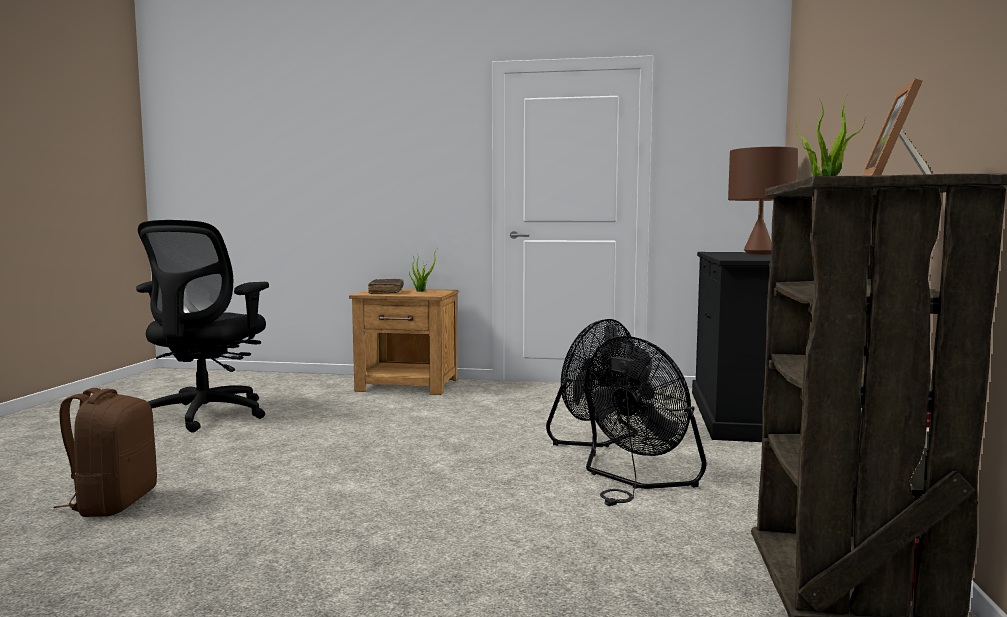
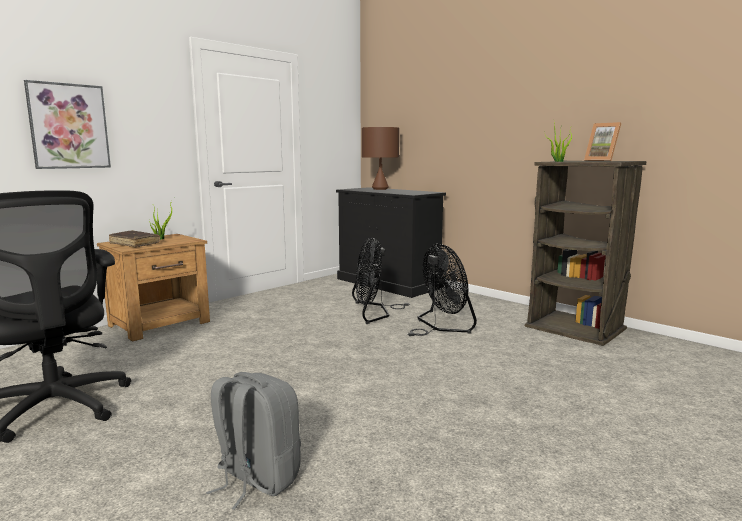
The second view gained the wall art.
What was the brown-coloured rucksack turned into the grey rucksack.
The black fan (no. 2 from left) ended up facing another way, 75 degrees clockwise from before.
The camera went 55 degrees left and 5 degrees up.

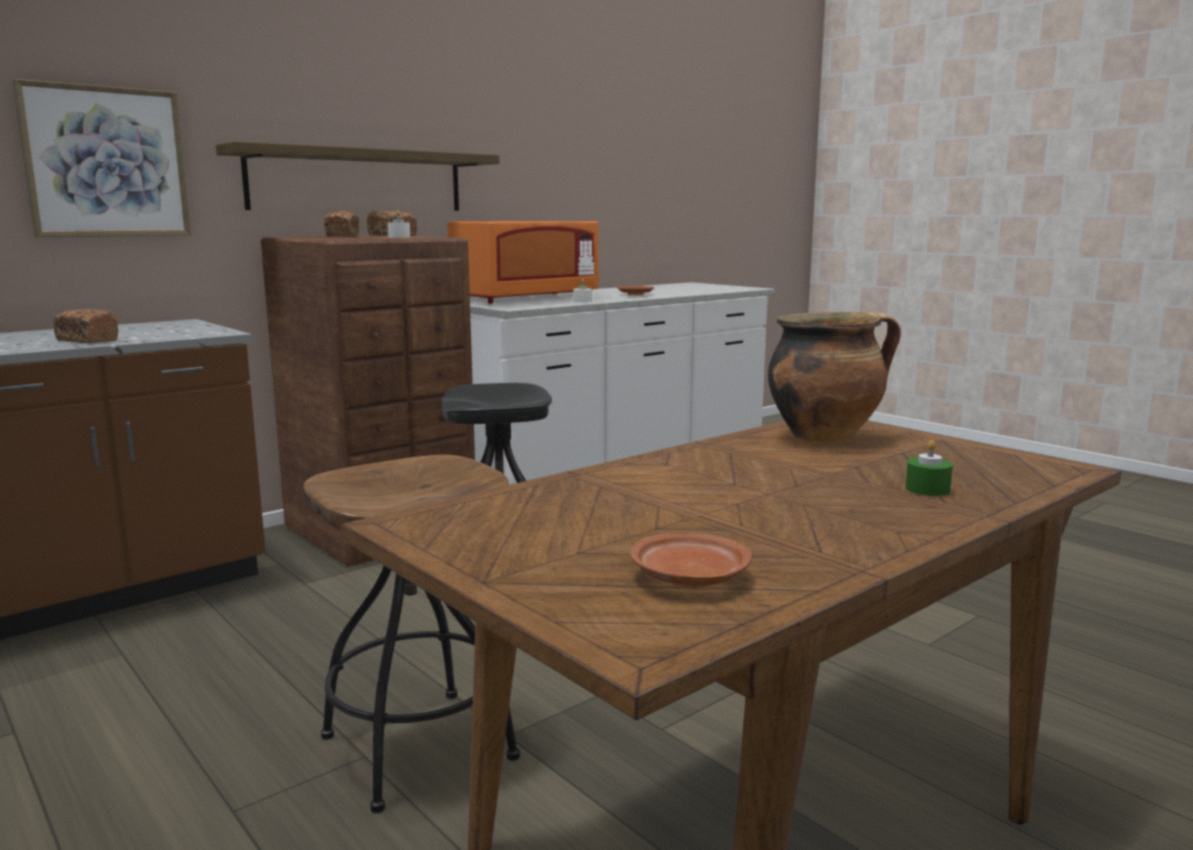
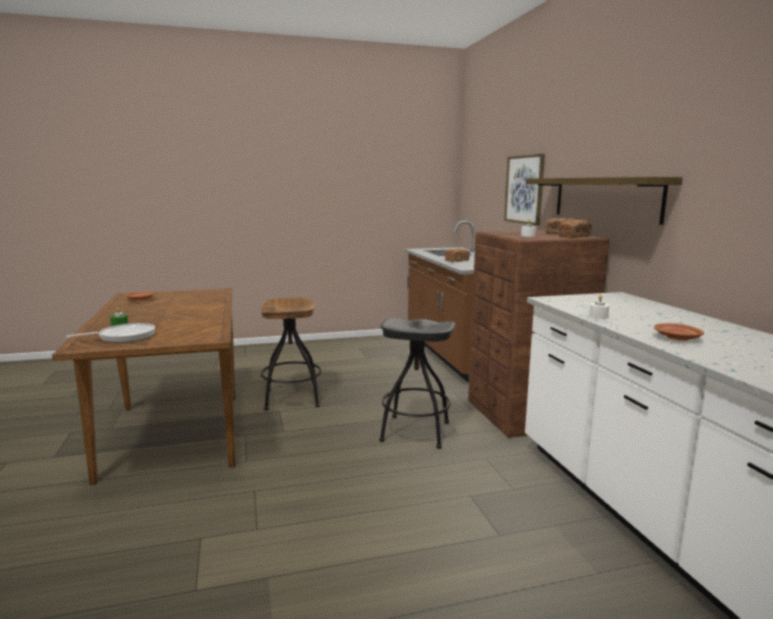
The second view gained the pan.
The second view lost the orange-coloured kitchen microwave.
The second view lost the stockpot.
The camera went 115 degrees right and 0 degrees up.

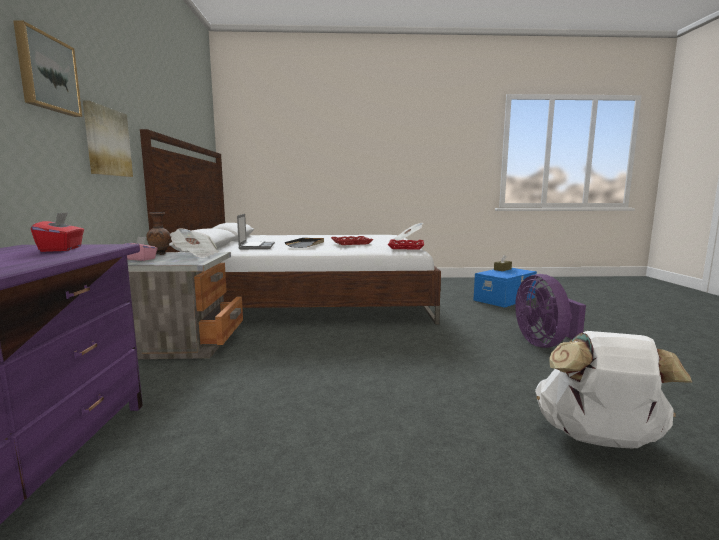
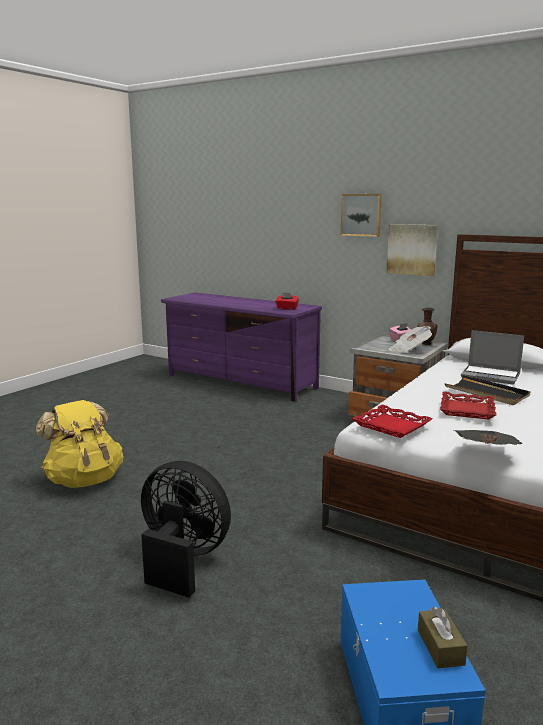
What was the white-coloured rucksack turned into the yellowish rucksack.
What was the purple-coloured fan turned into the black fan.
The camera went 125 degrees right and 5 degrees up.

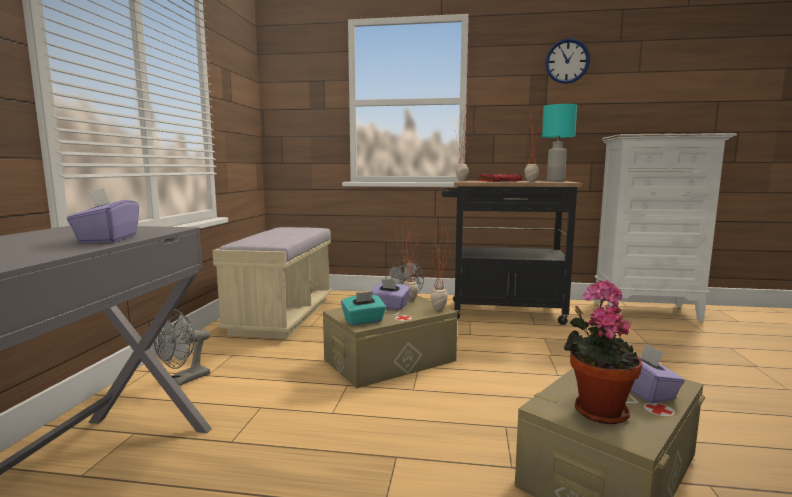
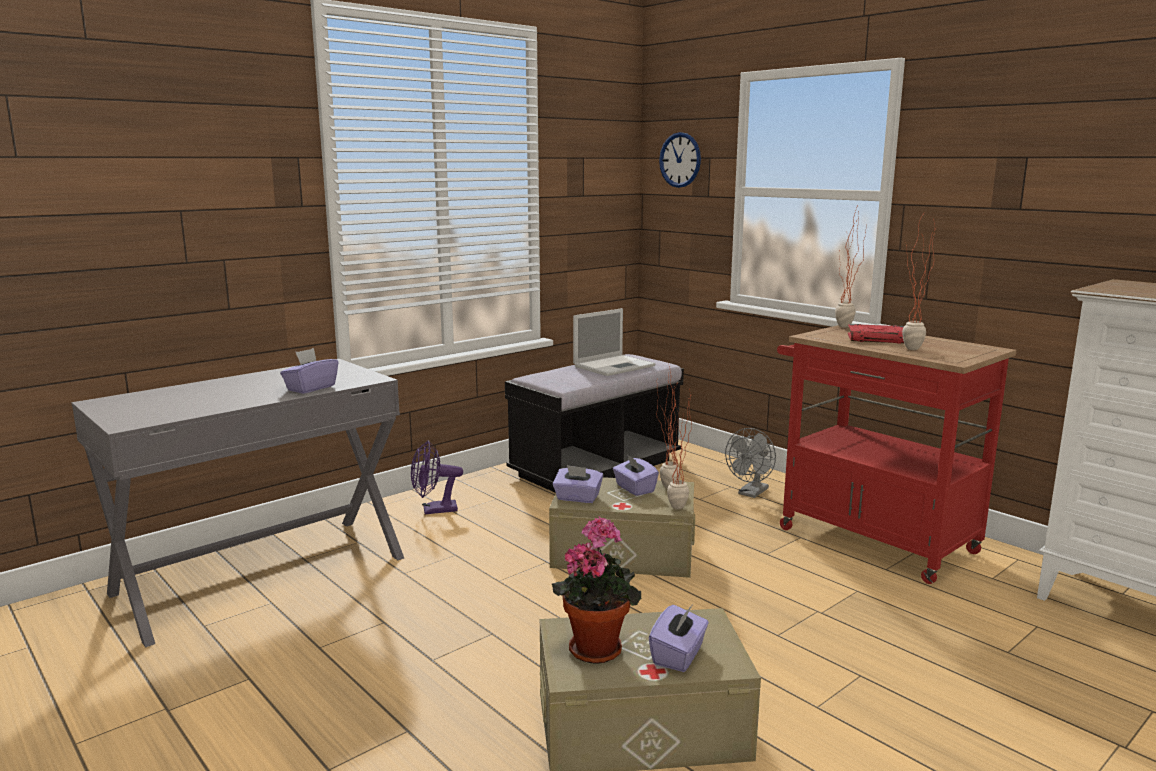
What was the grey fan (no. 1 from left) turned into the purple-coloured fan.
What was the beige-coloured long seat turned into the black long seat.
What was the turquoise-coloured box of tissues turned into the purple-coloured box of tissues (no. 2 from left).
The second view gained the notebook computer.
The wall clock ended up elsewhere.
What was the black wheeled cart turned into the red-coloured wheeled cart.
The second view lost the turquoise-coloured tabletop lamp.
The camera went 40 degrees right and 5 degrees up.

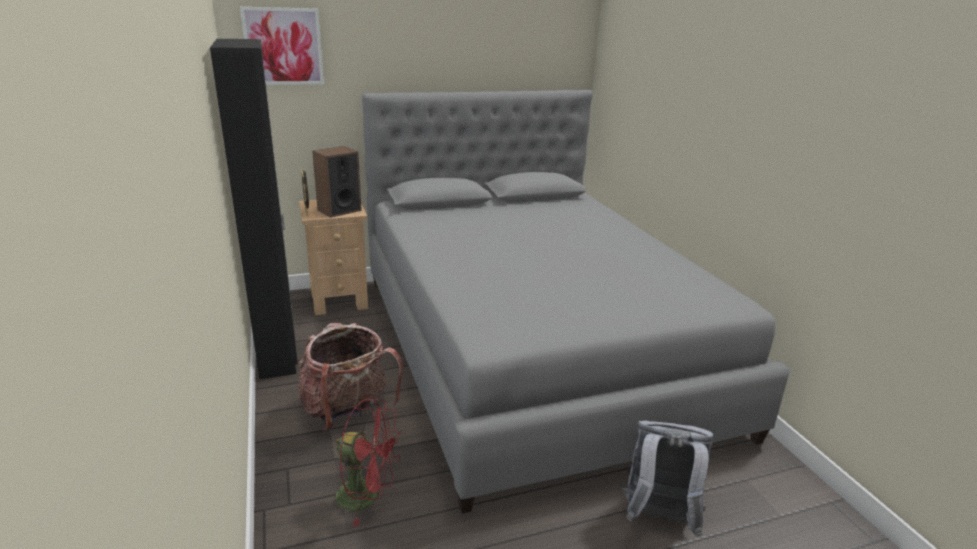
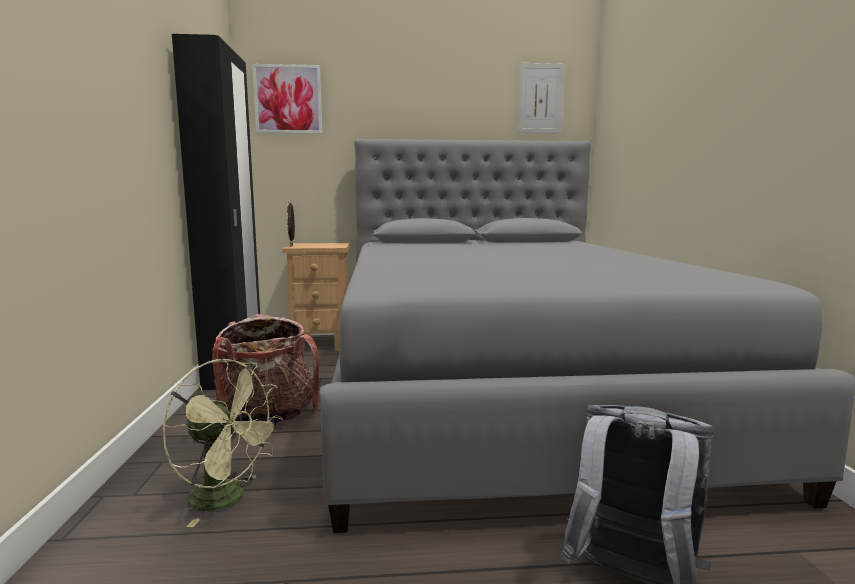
What was the red-coloured fan turned into the green fan.
The second view gained the wall art (no. 2 from left).
The second view lost the audio speaker.
The camera went 15 degrees right and 15 degrees down.

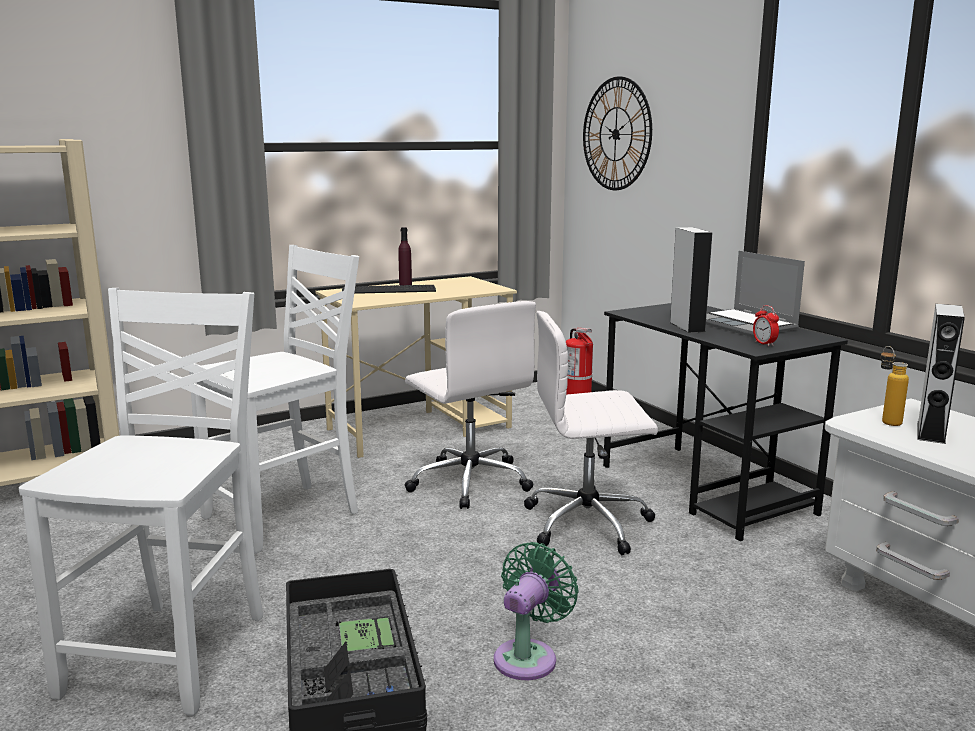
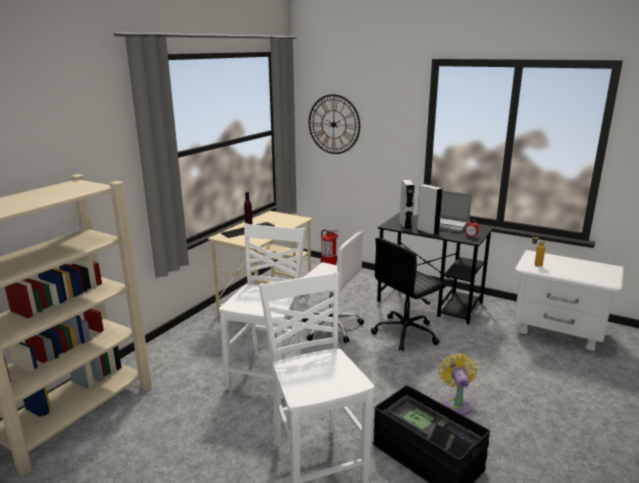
What was the white-coloured desk chair (no. 2 from left) turned into the black desk chair.
The grey audio speaker (no. 2 from left in the first image) ended up elsewhere.
What was the green fan turned into the yellowish fan.
The camera went 30 degrees left and 5 degrees up.

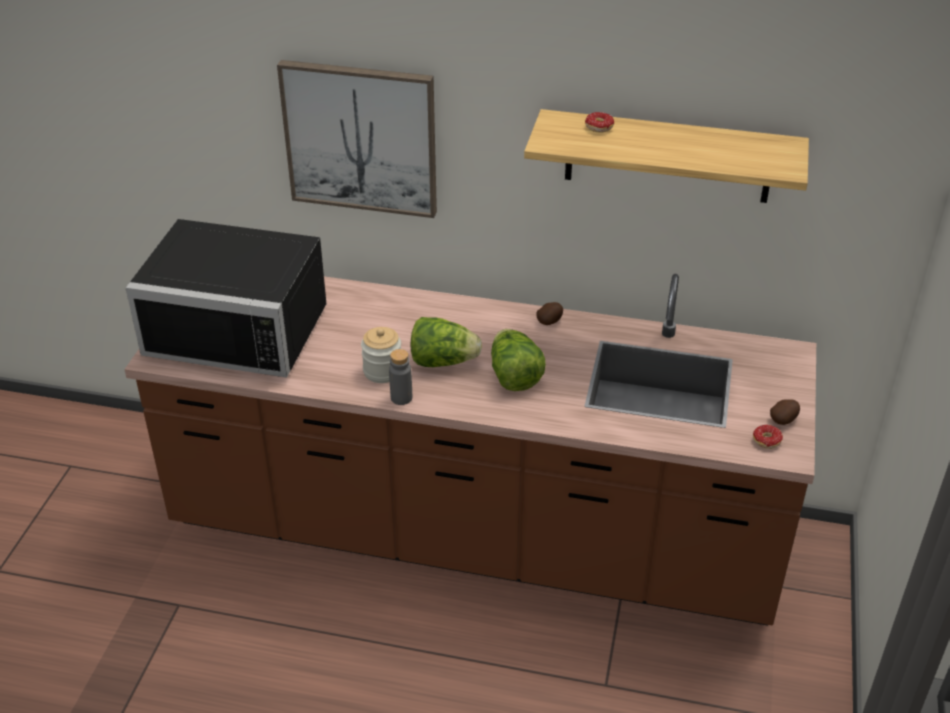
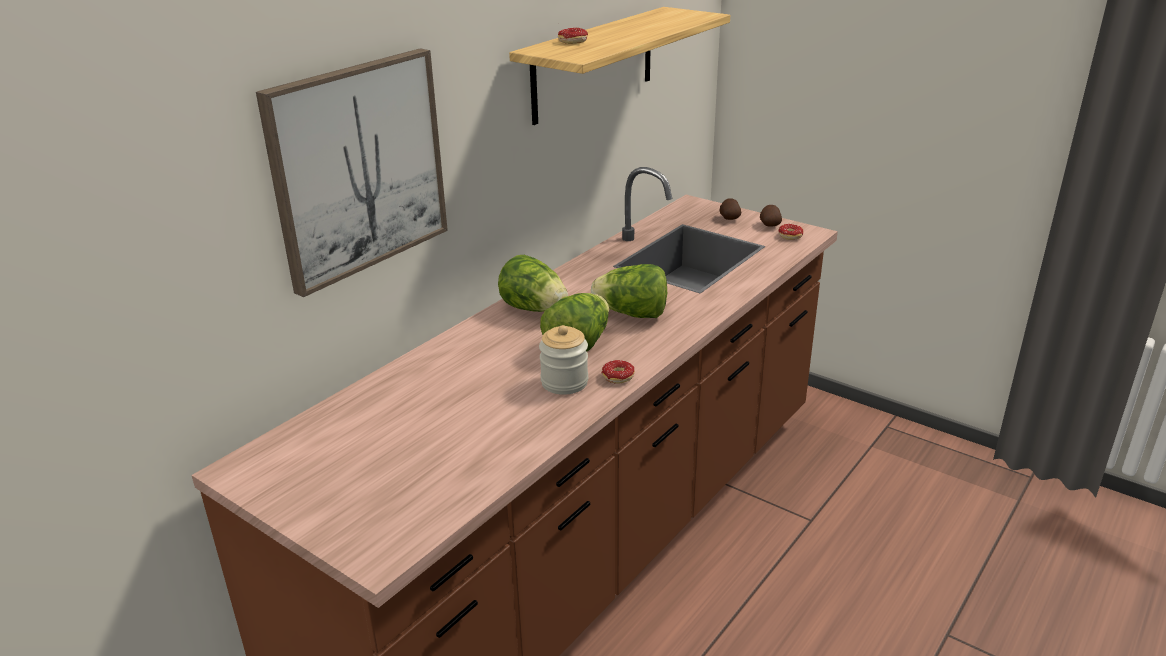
The second view gained the head of lettuce (no. 1 from left).
Where the grey drink bottle stood, the donut (no. 2 from left) came to stand.
The spud (no. 1 from left) ended up elsewhere.
The second view lost the black kitchen microwave.
The camera went 65 degrees left and 10 degrees down.

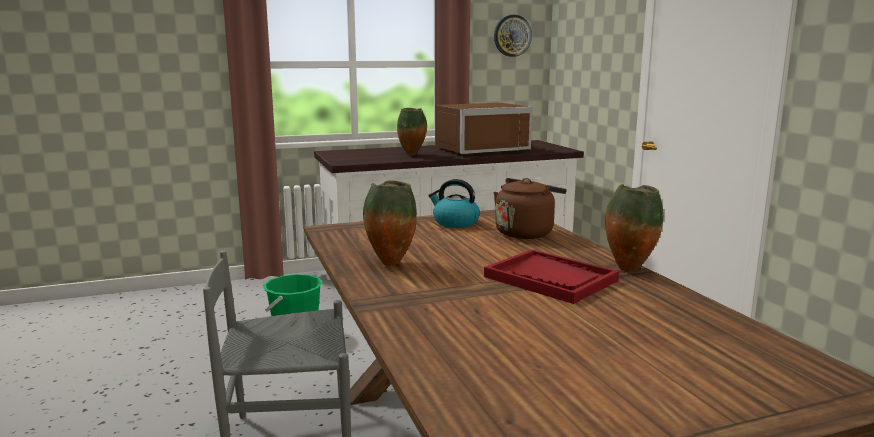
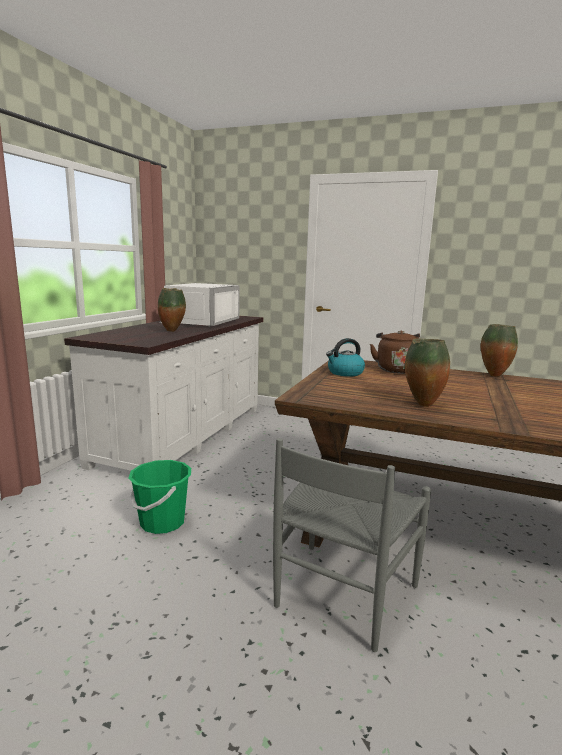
What was the brown-coloured kitchen microwave turned into the white-coloured kitchen microwave.
The second view lost the red-coloured carrying tray.
The second view lost the wall clock.
The camera went 50 degrees left and 0 degrees up.

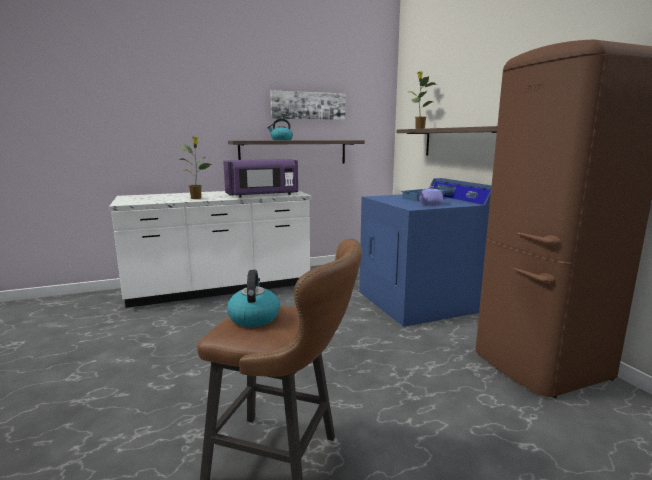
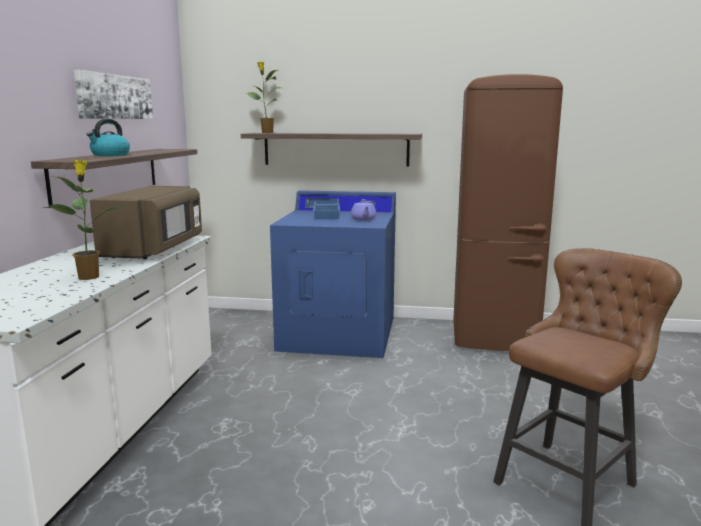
What was the purple-coloured kitchen microwave turned into the brown-coloured kitchen microwave.
The second view lost the tea kettle (no. 1 from left).
The camera went 60 degrees left and 0 degrees up.

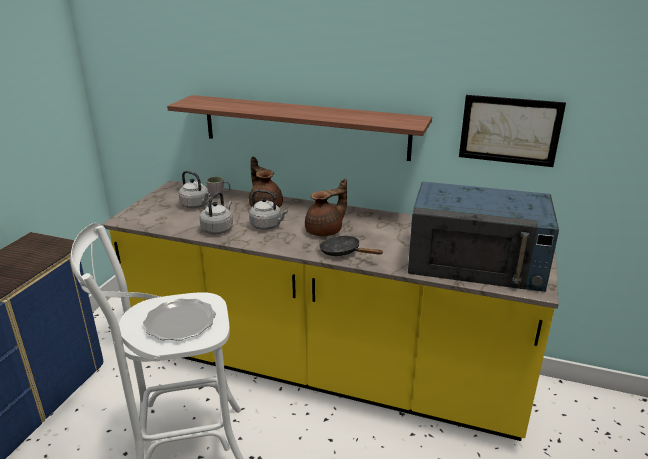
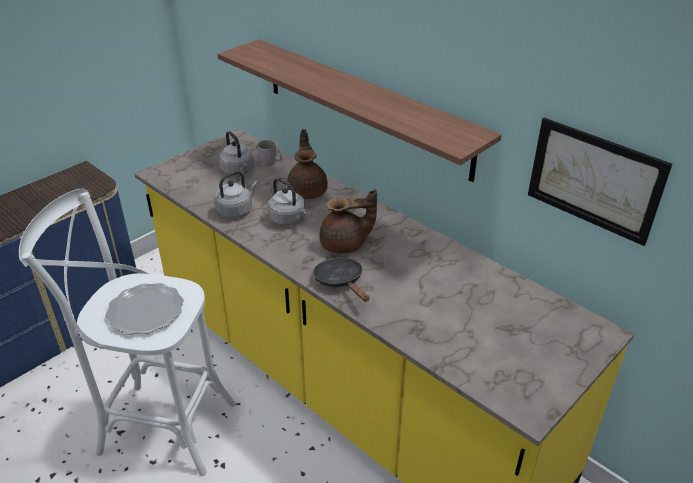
The second view lost the blue-coloured kitchen microwave.
The camera went 25 degrees right and 10 degrees up.

